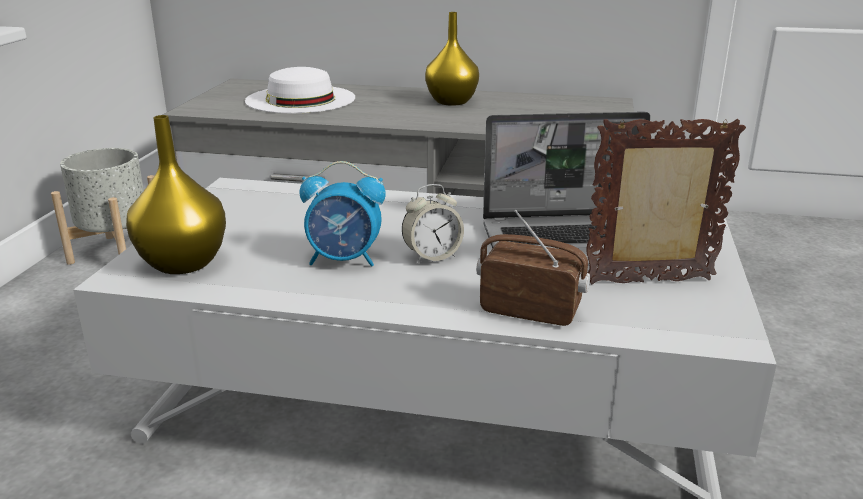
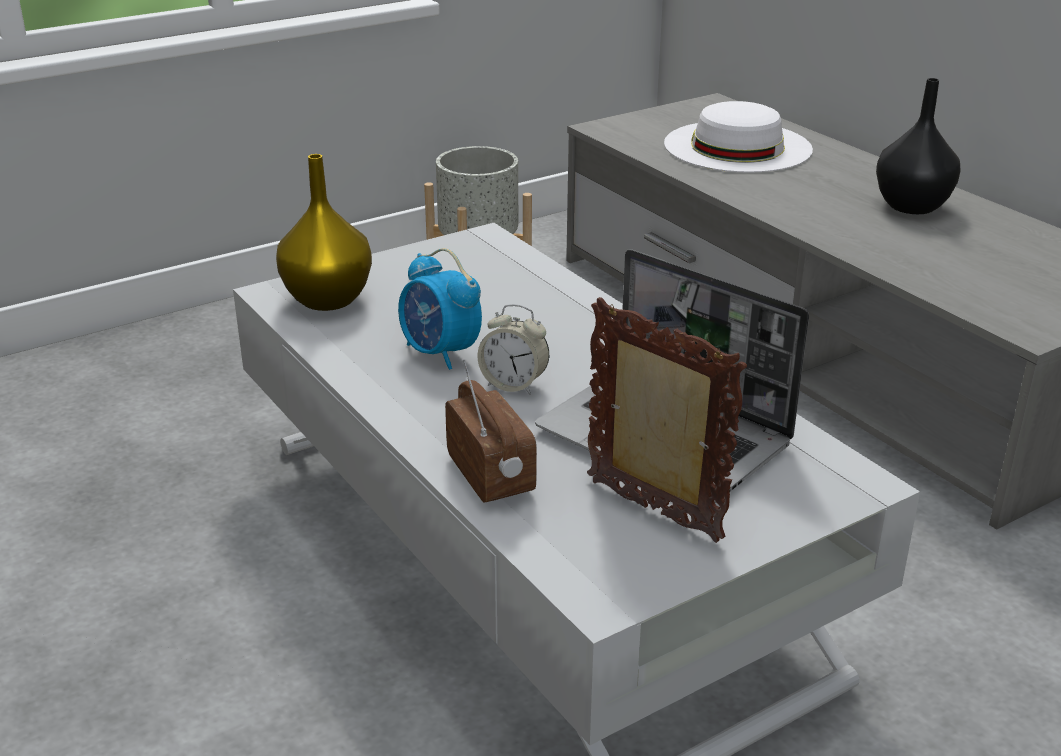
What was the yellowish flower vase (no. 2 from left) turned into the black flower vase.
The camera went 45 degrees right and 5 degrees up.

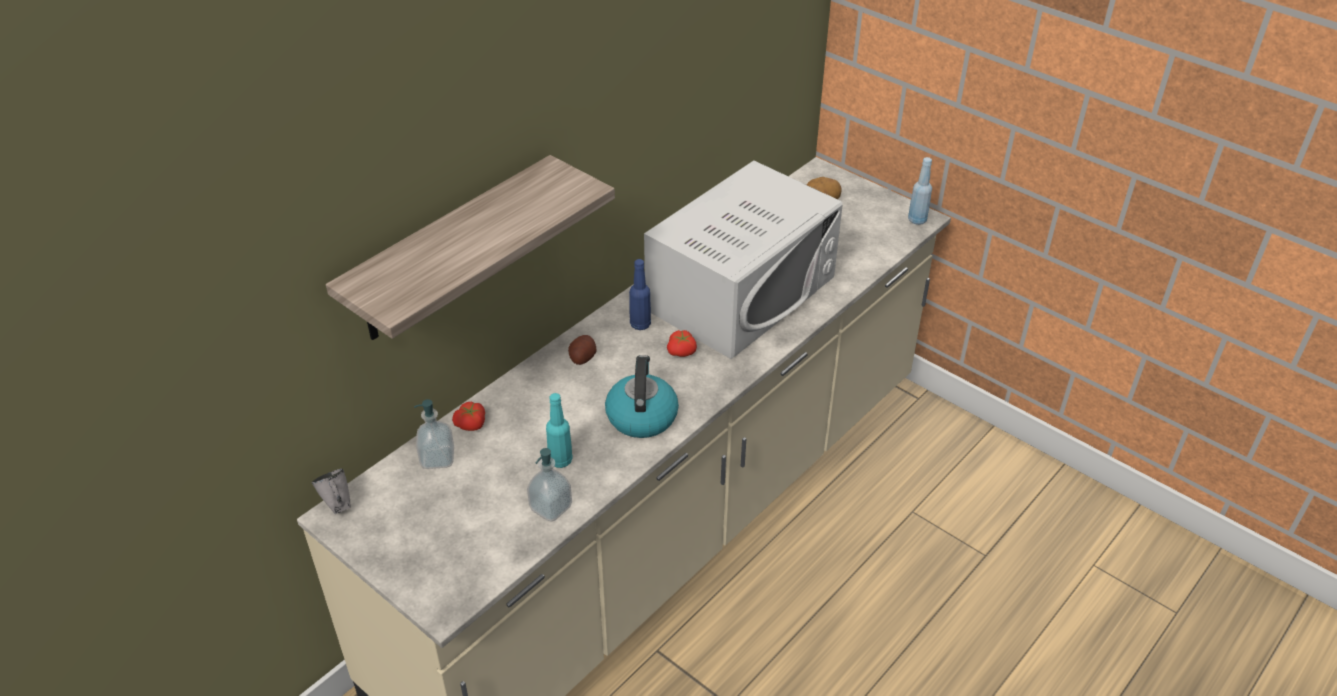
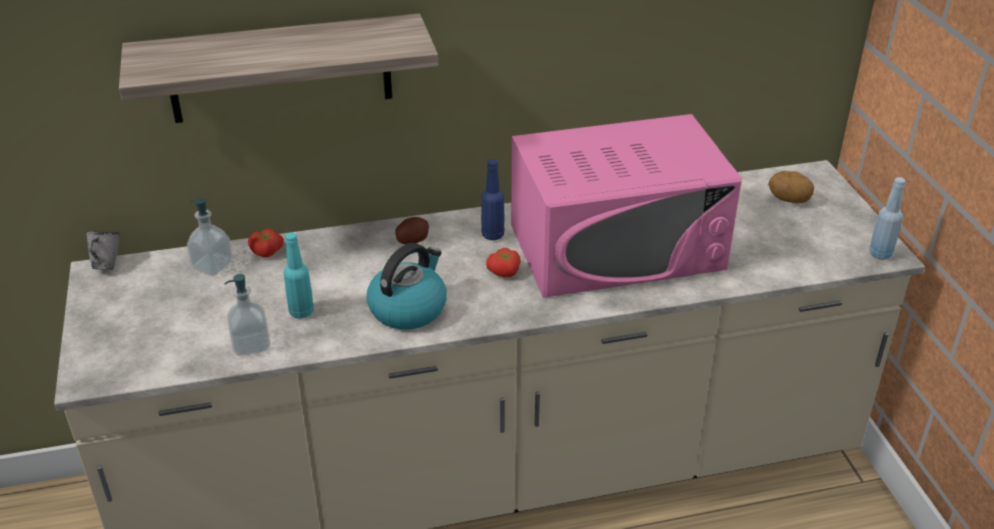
What was the white-coloured kitchen microwave turned into the pinkish kitchen microwave.
The camera went 35 degrees right and 5 degrees down.

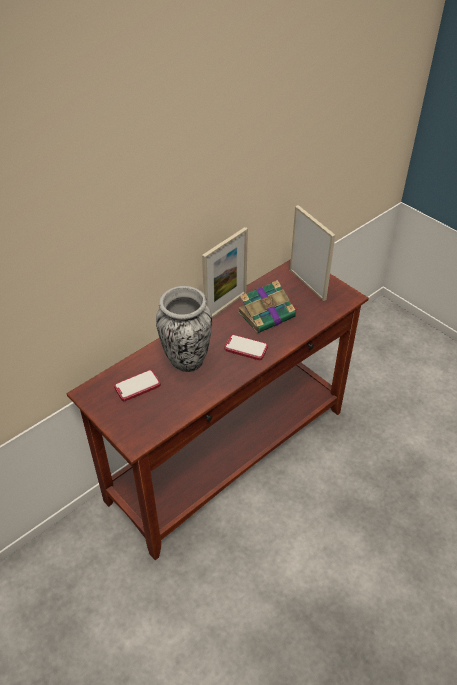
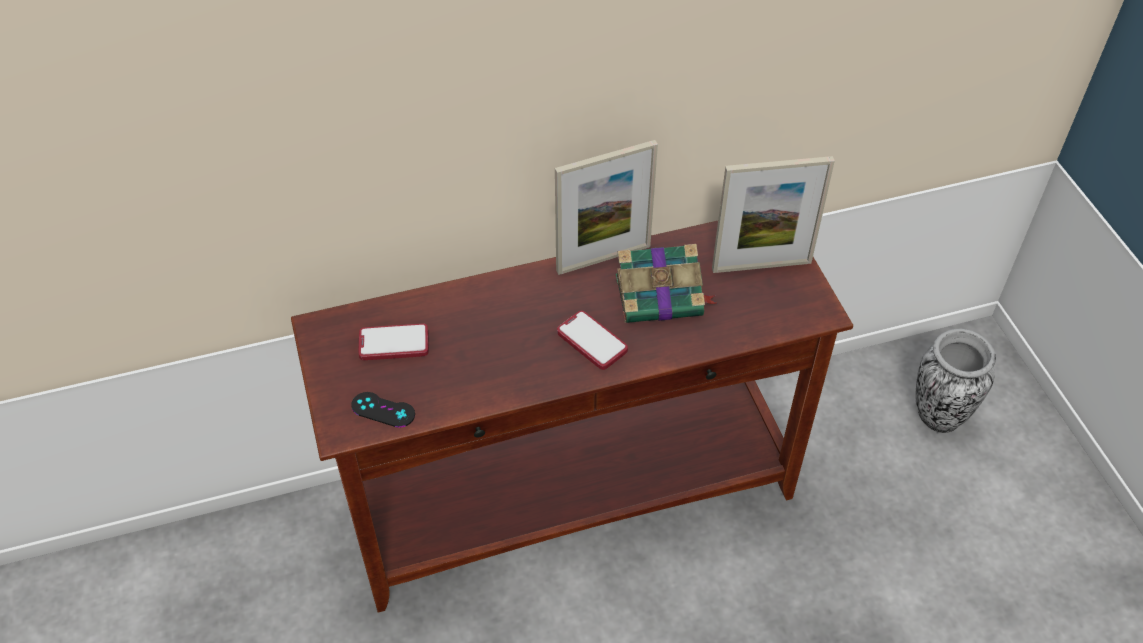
The second view gained the black gamepad.
The picture frame (no. 2 from left) ended up facing another way, 90 degrees clockwise from before.
The flower vase ended up elsewhere.
The camera went 25 degrees right and 5 degrees up.

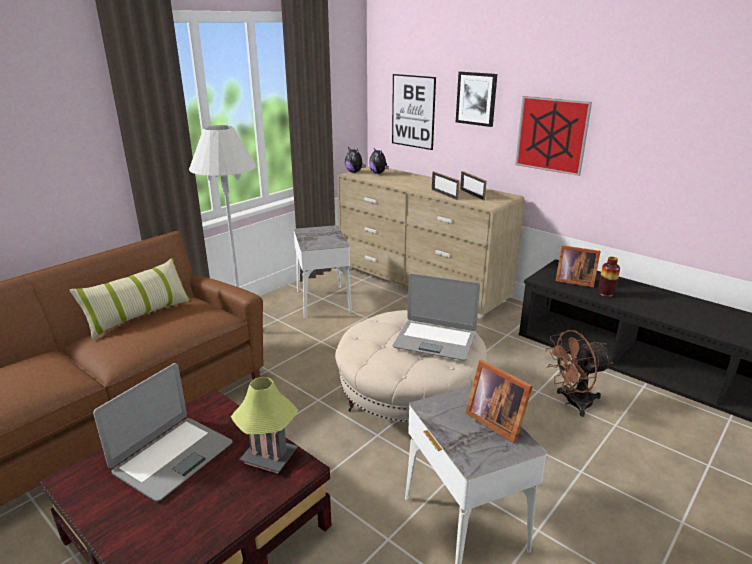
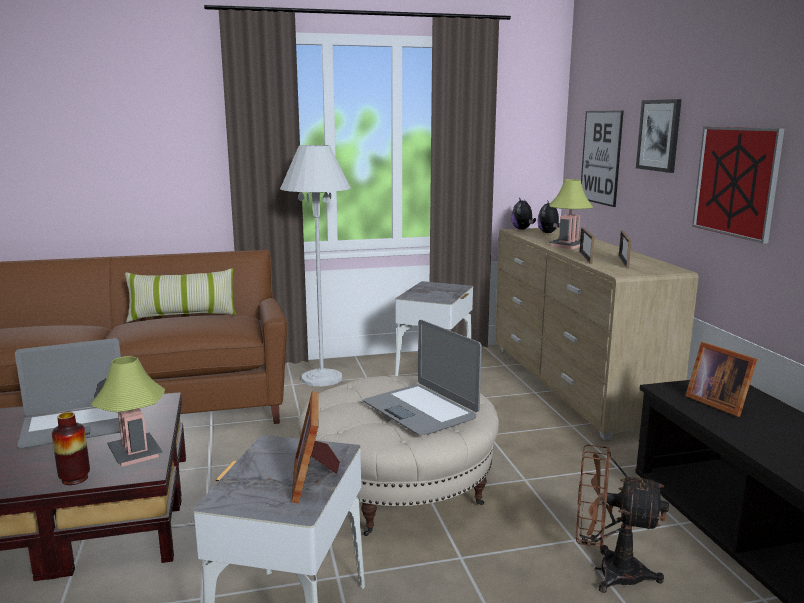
The flower vase ended up elsewhere.
The second view gained the tabletop lamp (no. 2 from left).
The camera went 35 degrees right and 10 degrees down.

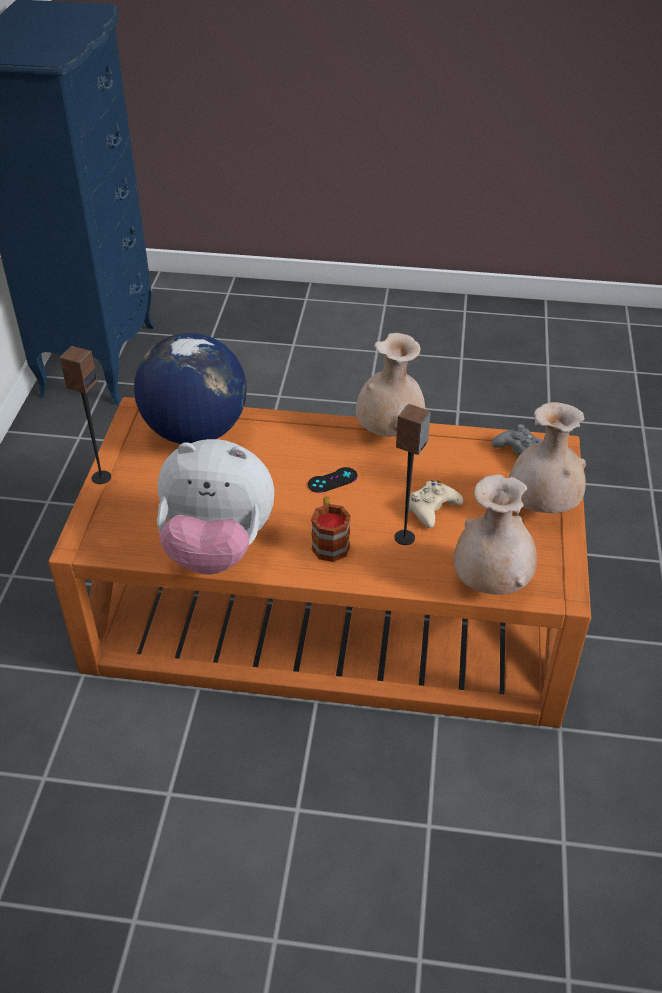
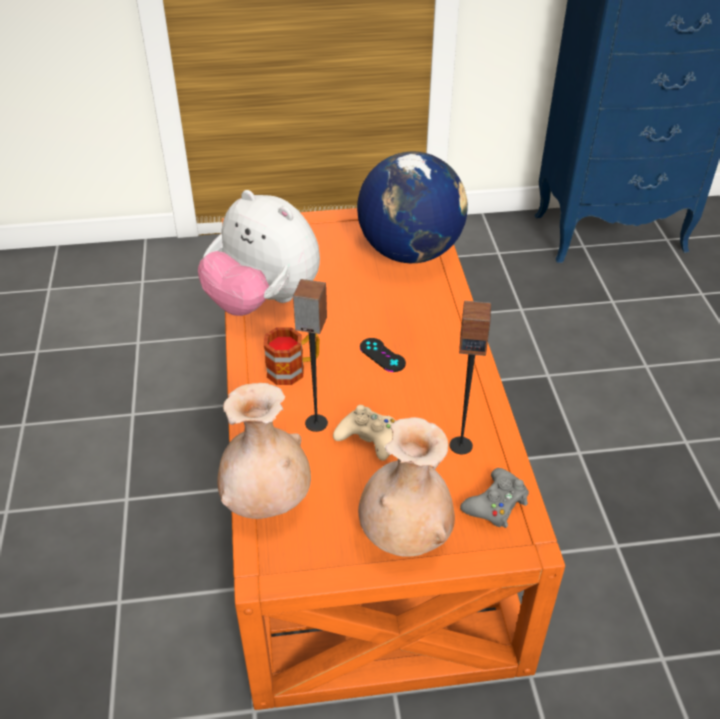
The cuddly toy ended up facing another way, 45 degrees counterclockwise from before.
The audio speaker (no. 1 from left in the first image) ended up elsewhere.
The second view lost the beige-coloured flower vase (no. 1 from left).
The camera went 75 degrees right and 0 degrees up.

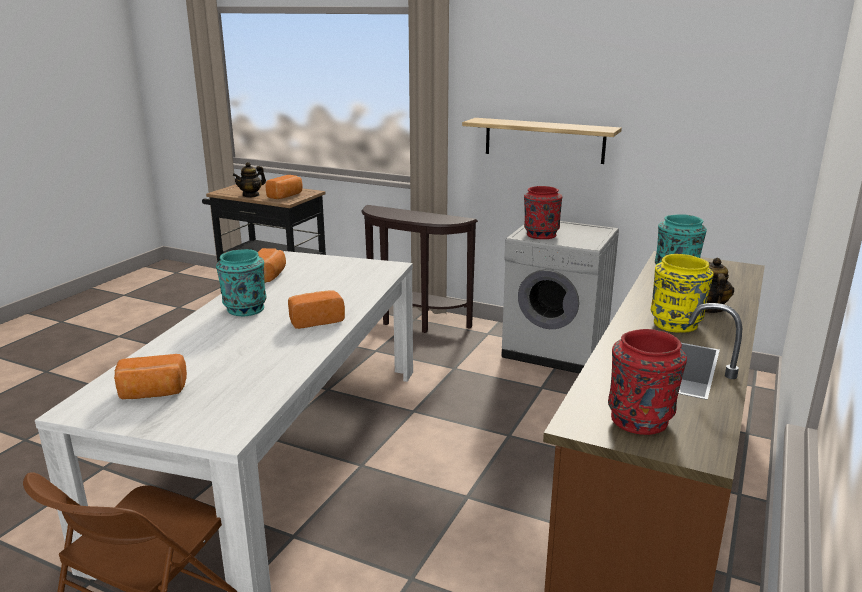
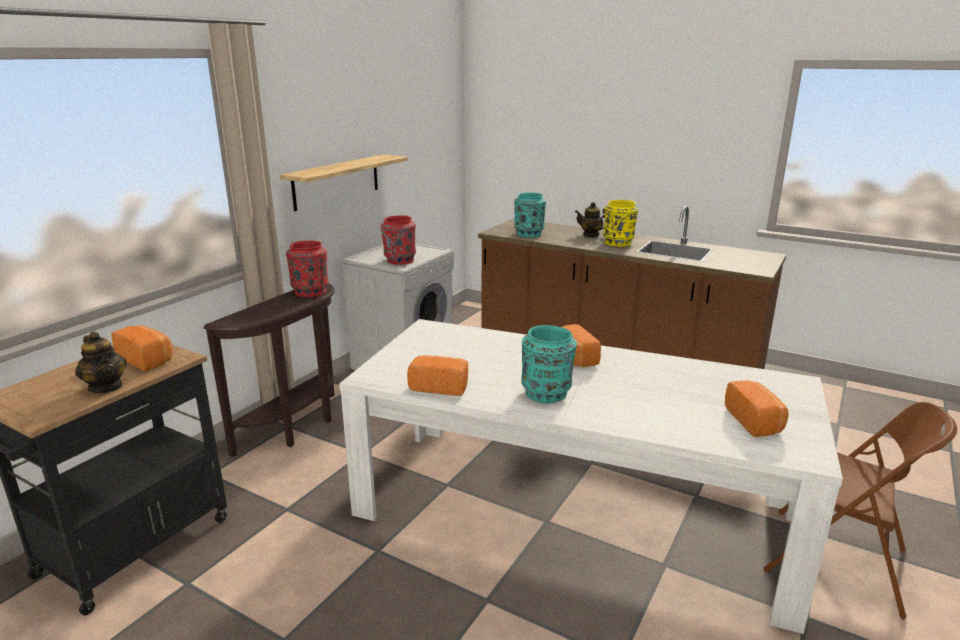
The red-coloured flower vase (no. 2 from left in the first image) ended up elsewhere.
The camera went 85 degrees left and 0 degrees up.

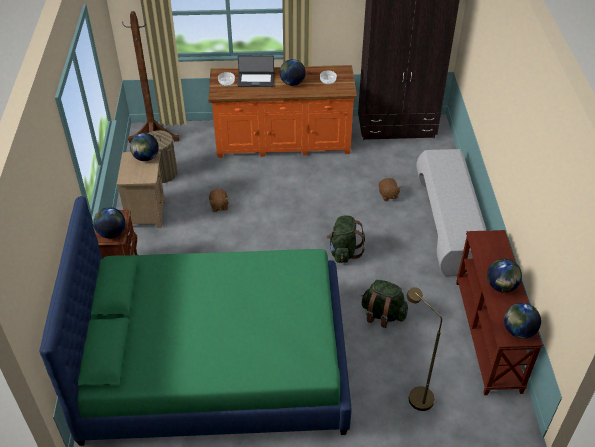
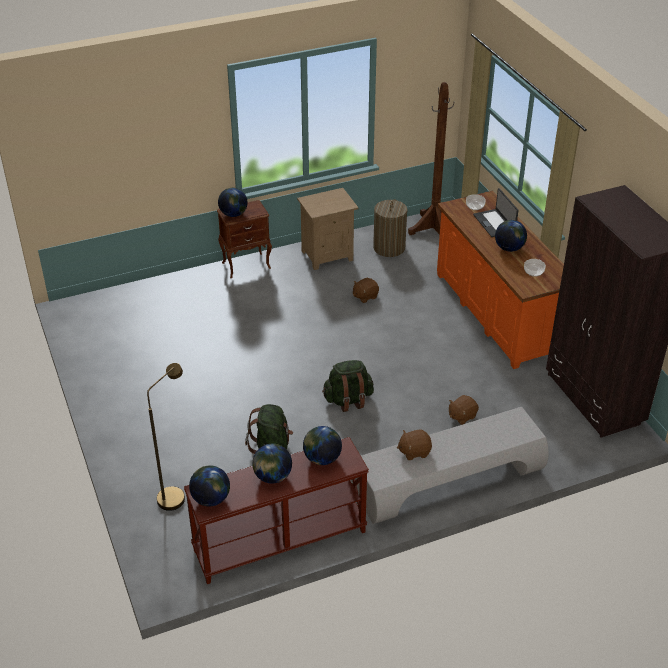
The globe (no. 2 from left in the first image) ended up elsewhere.
The second view gained the brown-coloured cuddly toy (no. 2 from left).
The second view lost the green sleeping bed.
The camera went 70 degrees right and 5 degrees down.

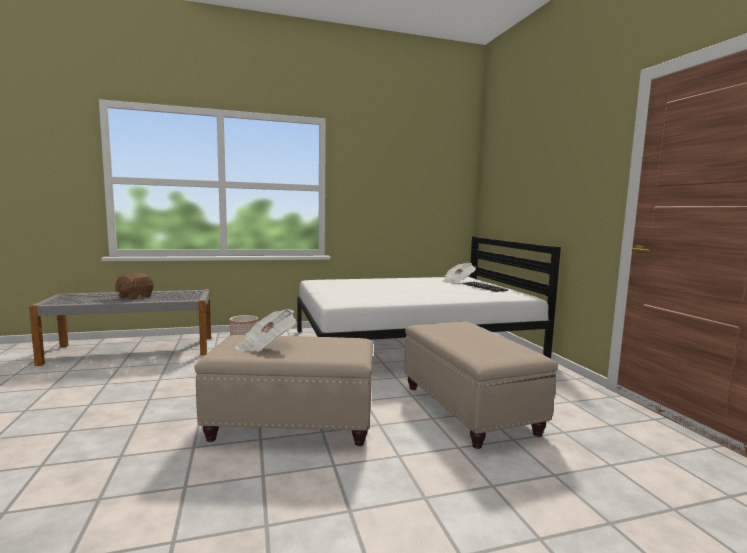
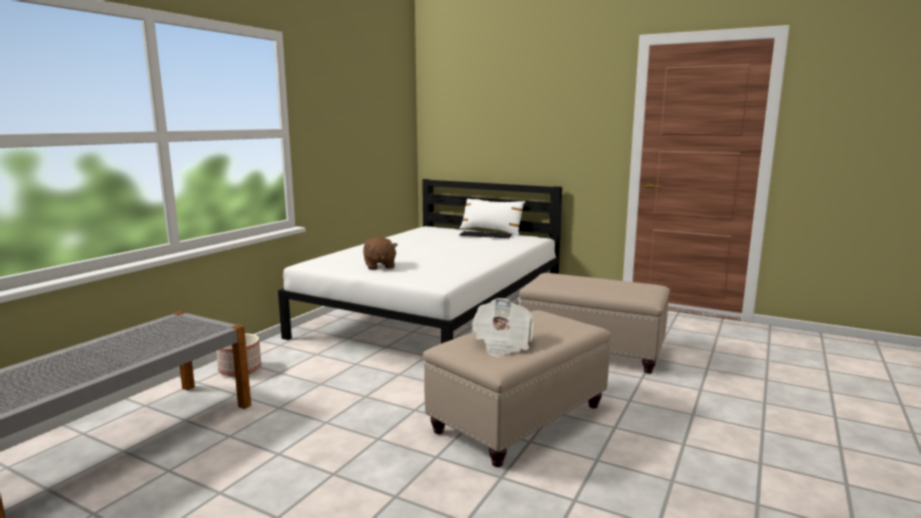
The brown-coloured cuddly toy ended up elsewhere.
The second view gained the white-coloured cushion.
The second view lost the daily paper (no. 2 from left).
The camera went 45 degrees left and 5 degrees up.

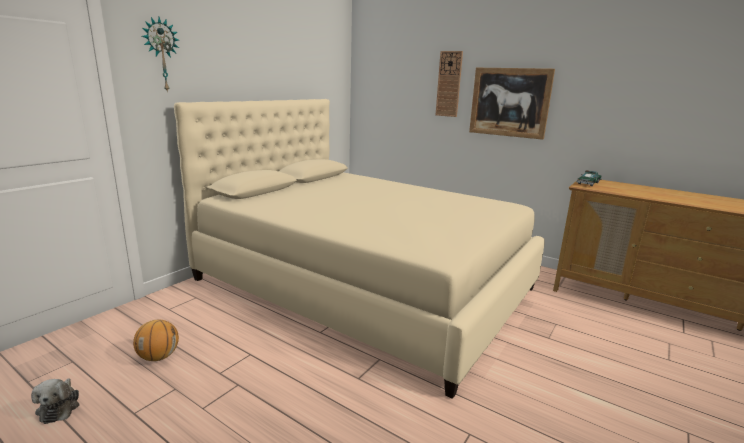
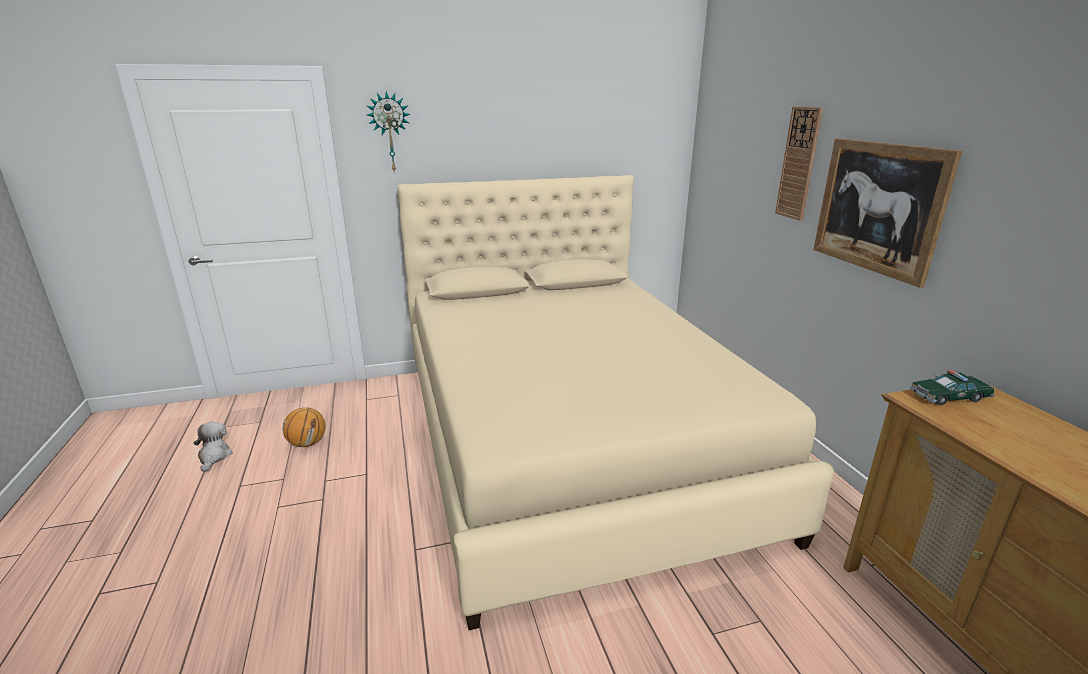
The cuddly toy ended up facing another way, 150 degrees clockwise from before.
The camera went 40 degrees right and 5 degrees up.

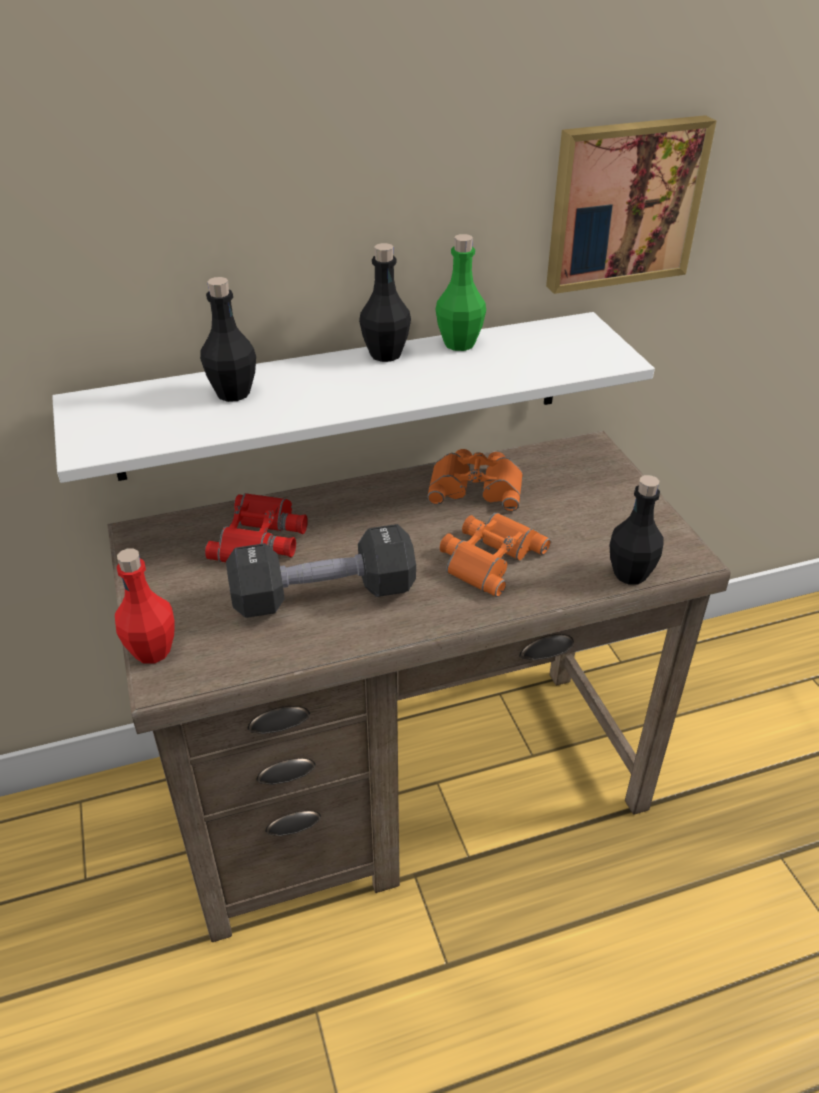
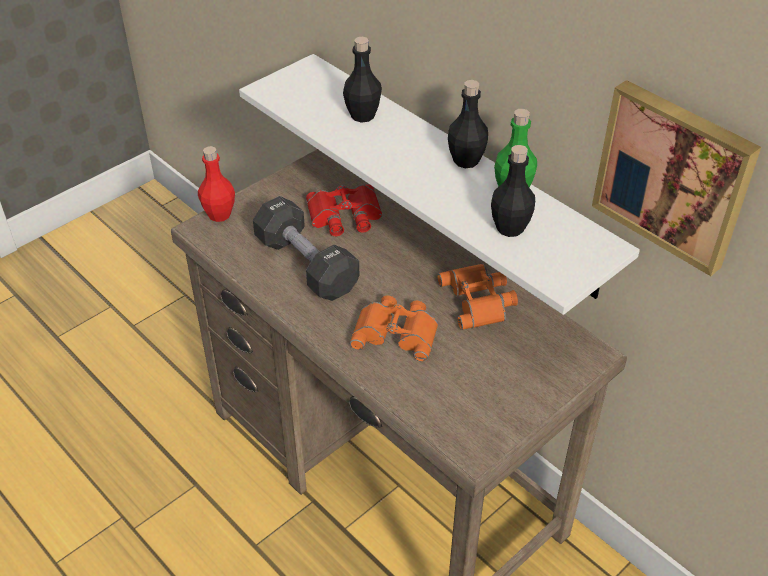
The black drink bottle (no. 3 from left) ended up elsewhere.
The camera went 65 degrees right and 5 degrees up.

